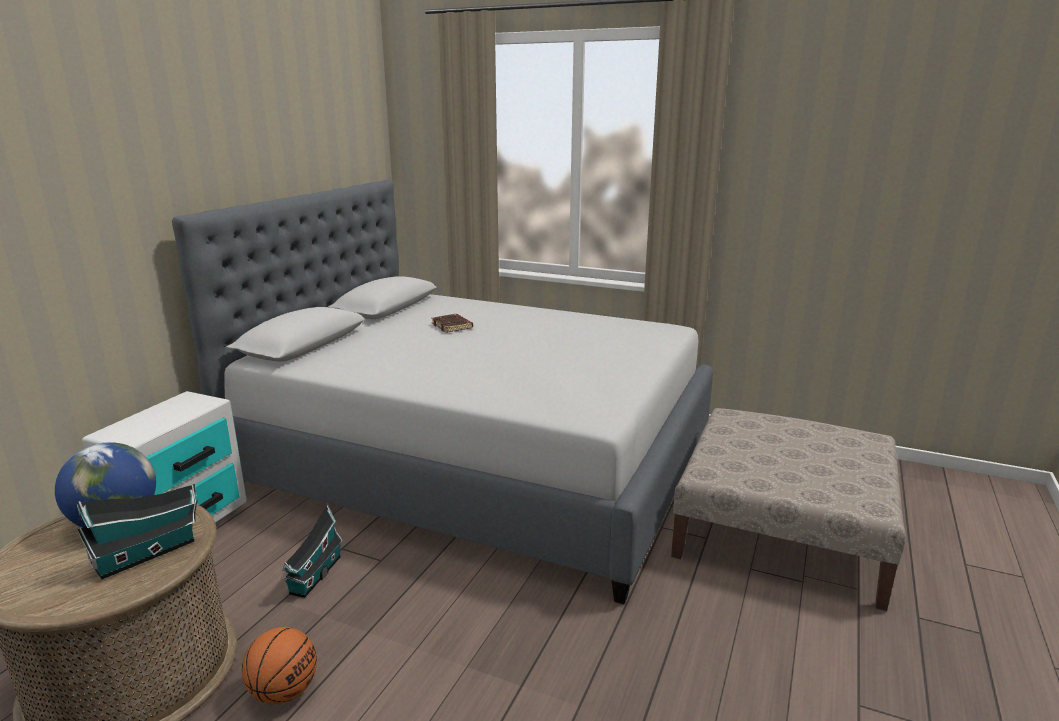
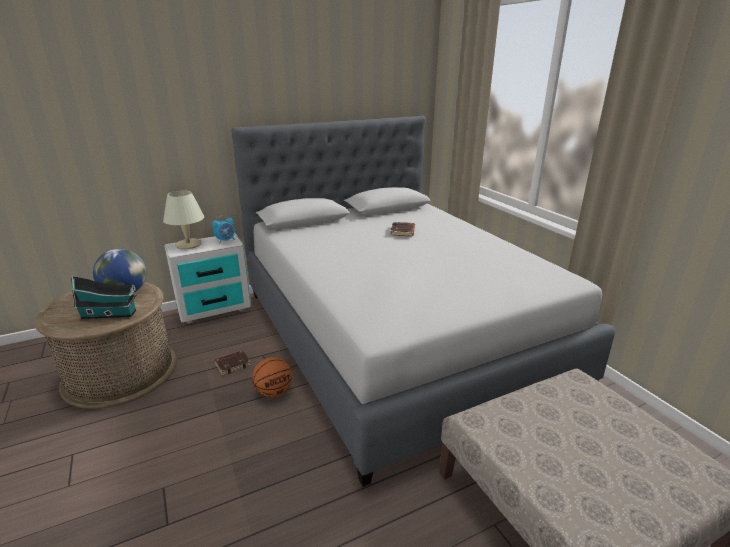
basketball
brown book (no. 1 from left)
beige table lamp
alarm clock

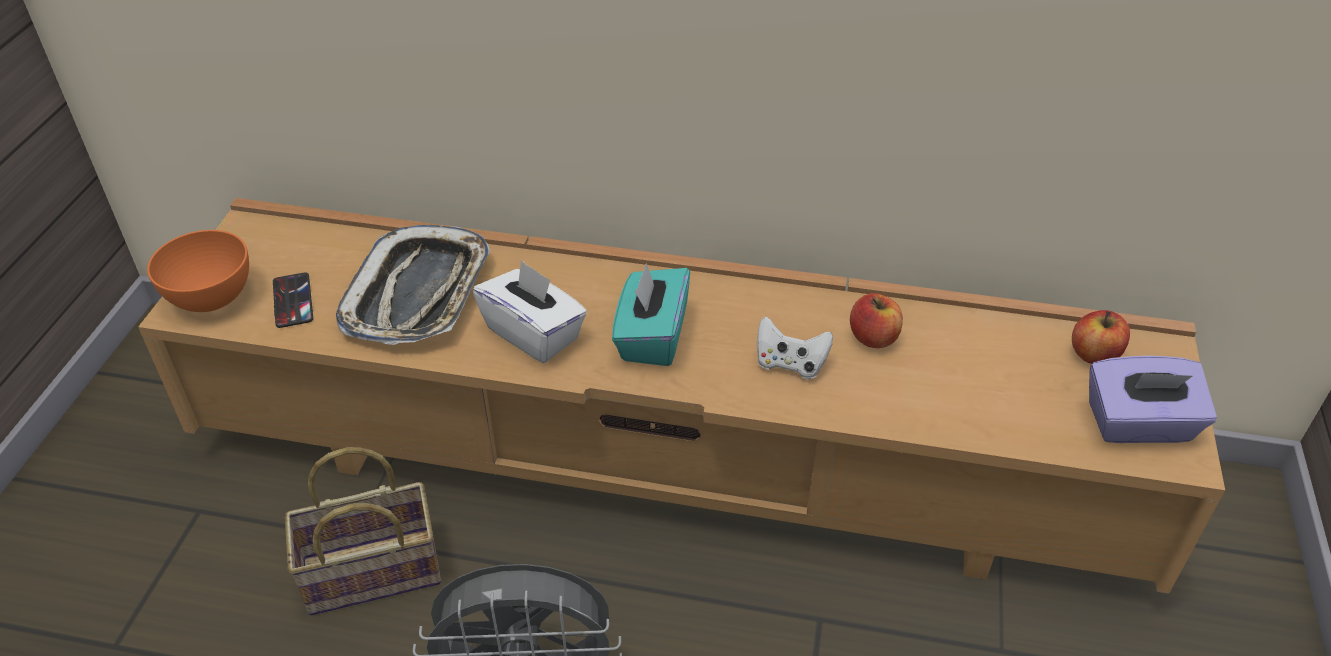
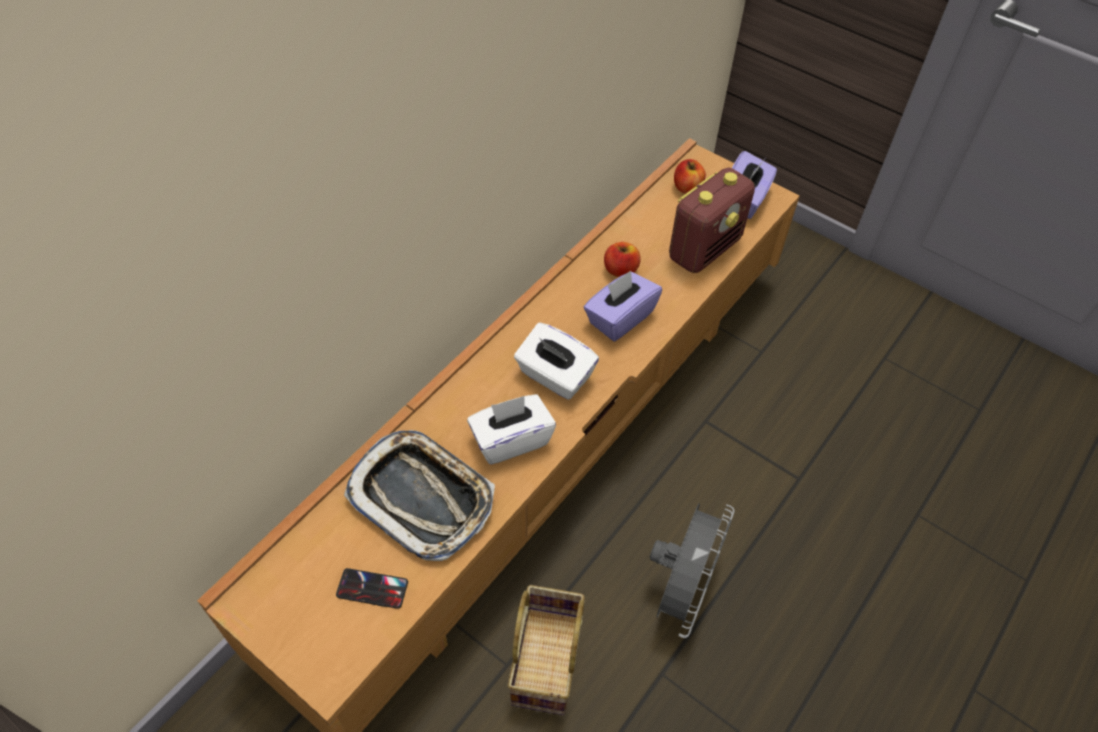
orange bowl
white tissue box (no. 2 from left)
purple tissue box (no. 1 from left)
radio

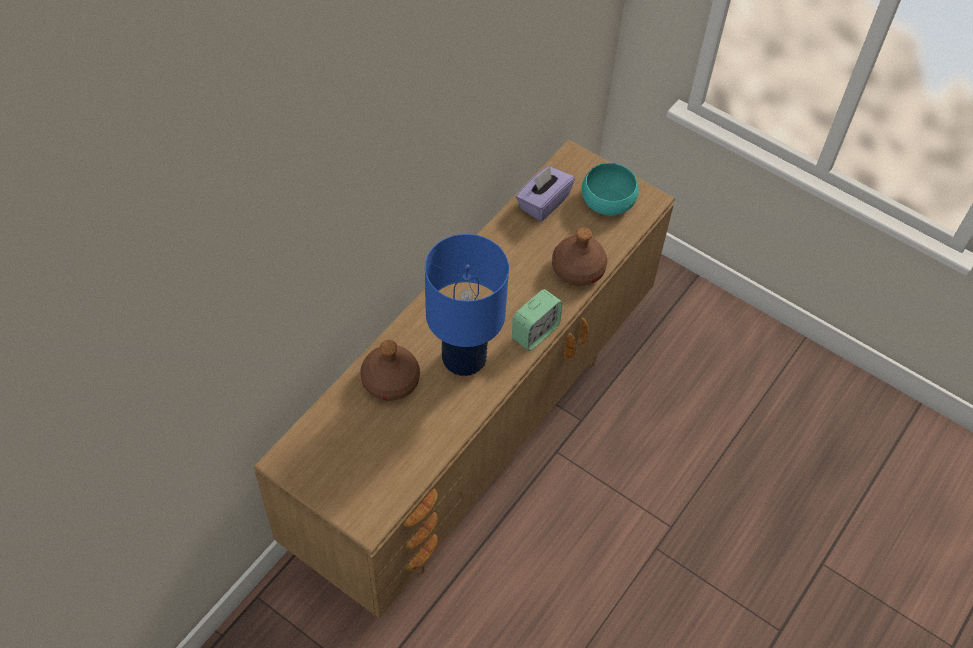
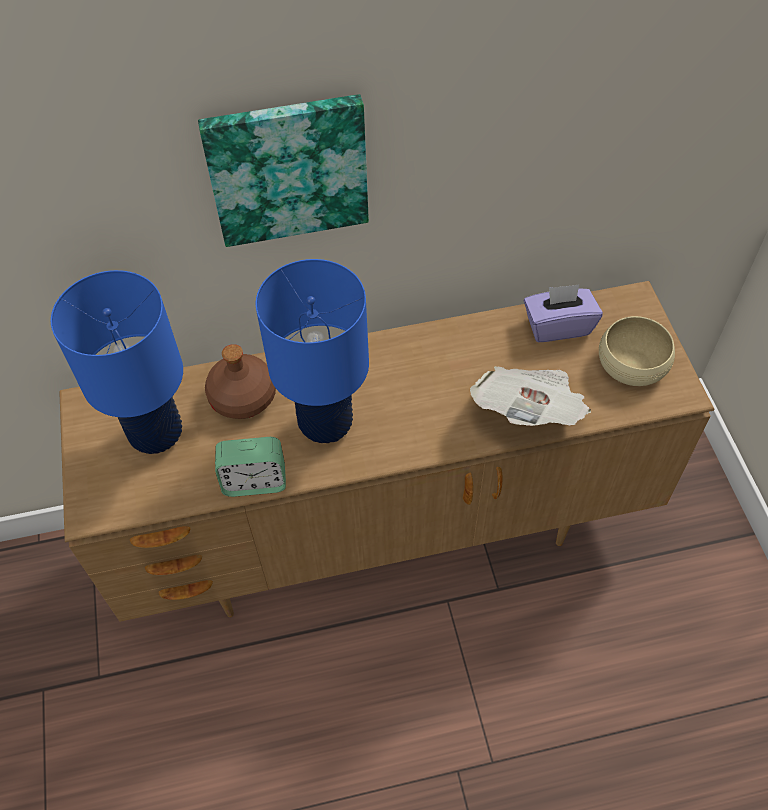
alarm clock
newspaper
beige bowl
blue table lamp (no. 1 from left)
picture

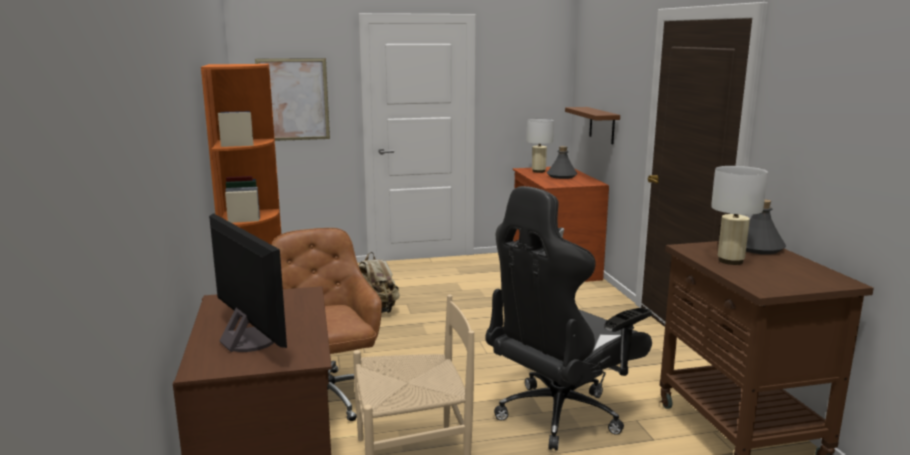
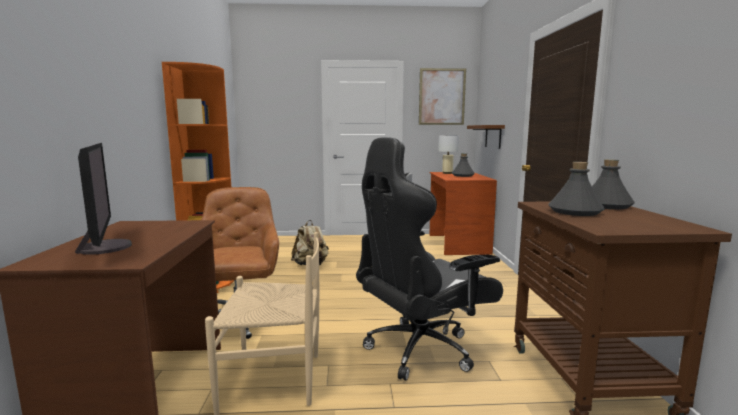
picture
grey bottle (no. 2 from left)

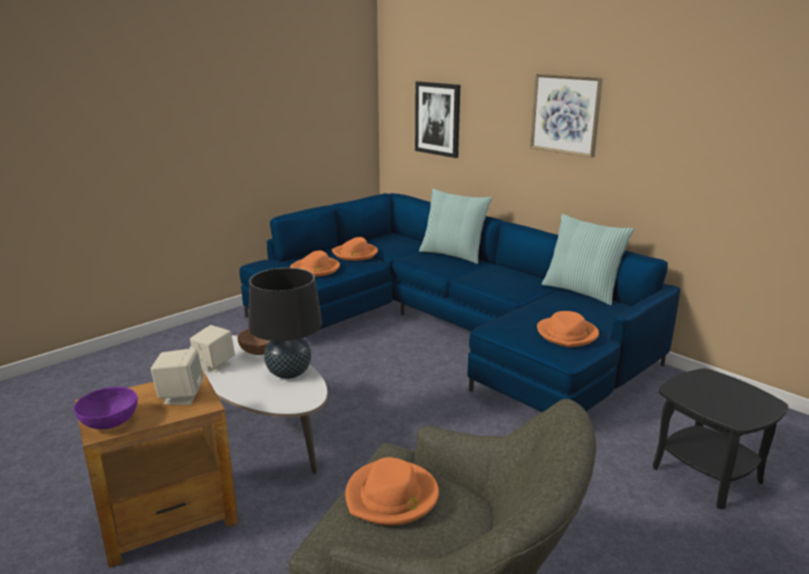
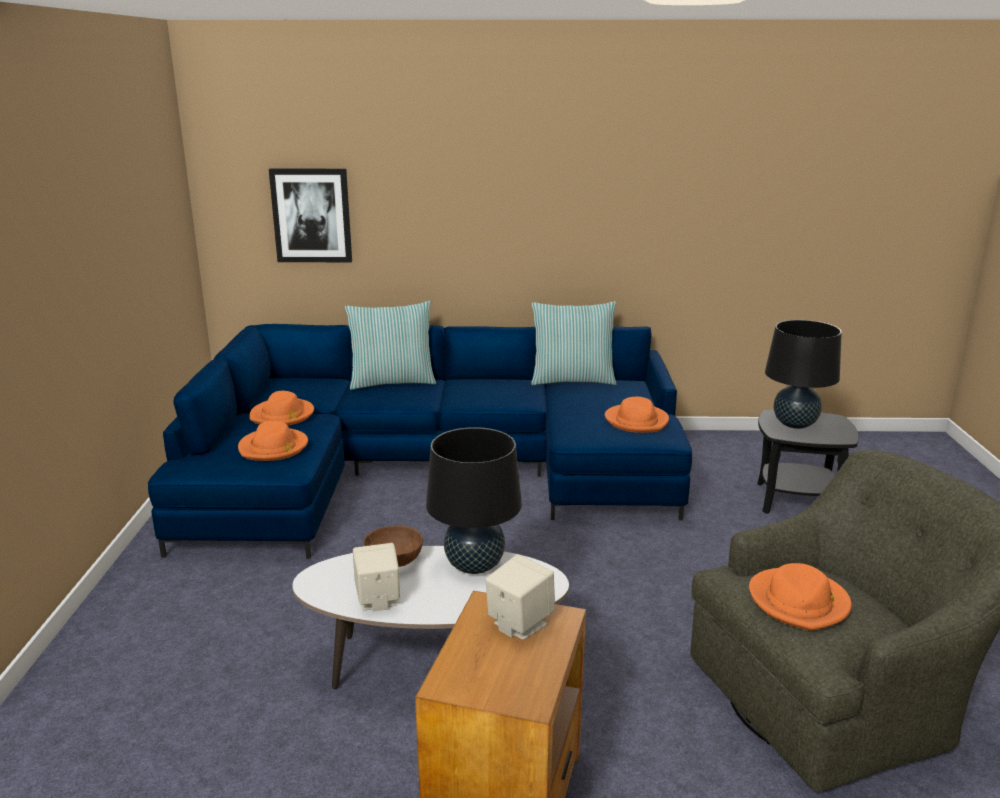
purple bowl
picture (no. 2 from left in the first image)
black table lamp (no. 2 from left)

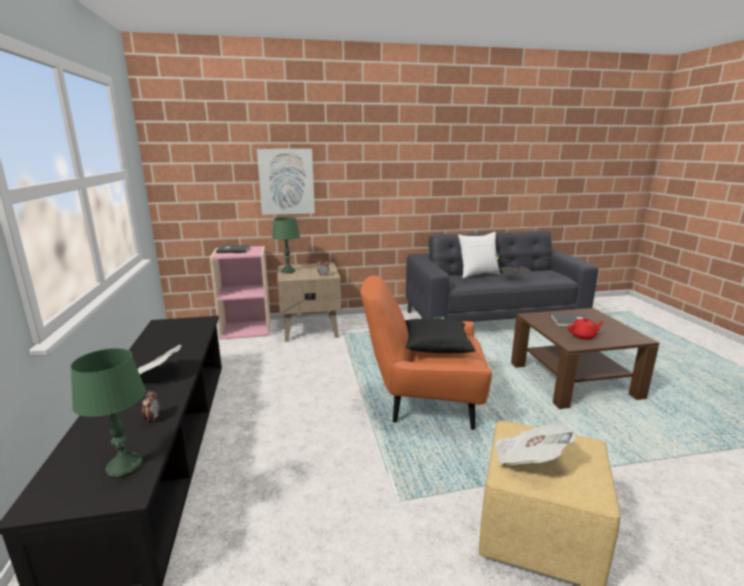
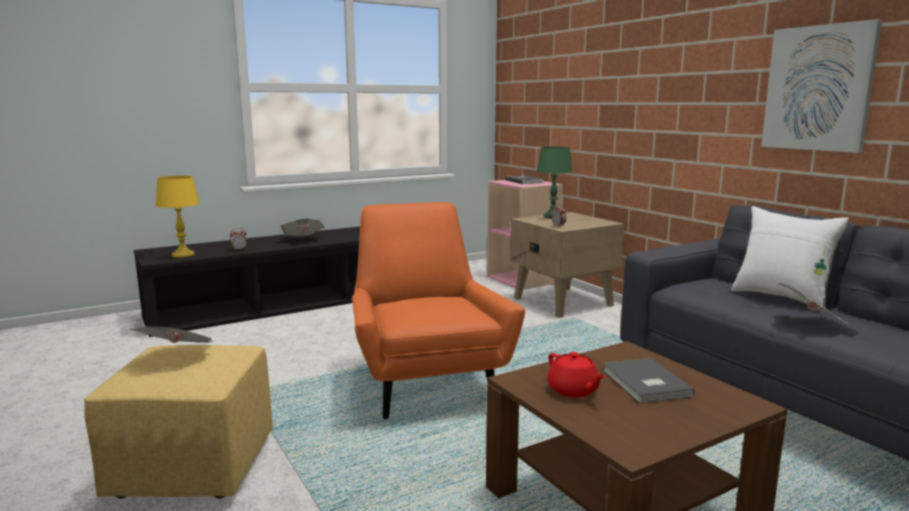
yellow table lamp
picture
black pillow

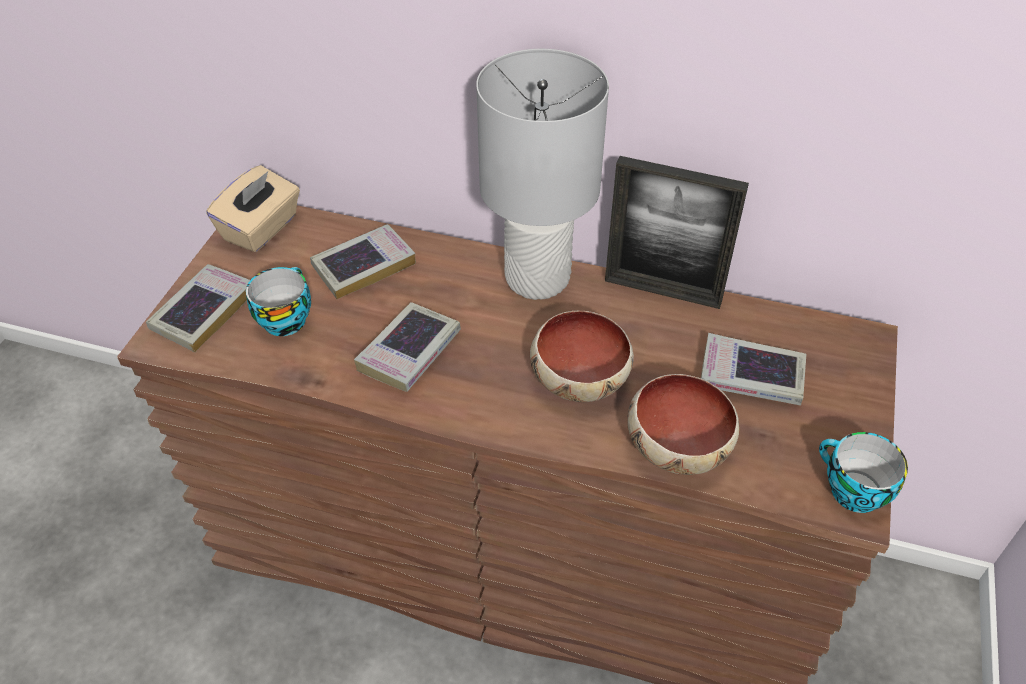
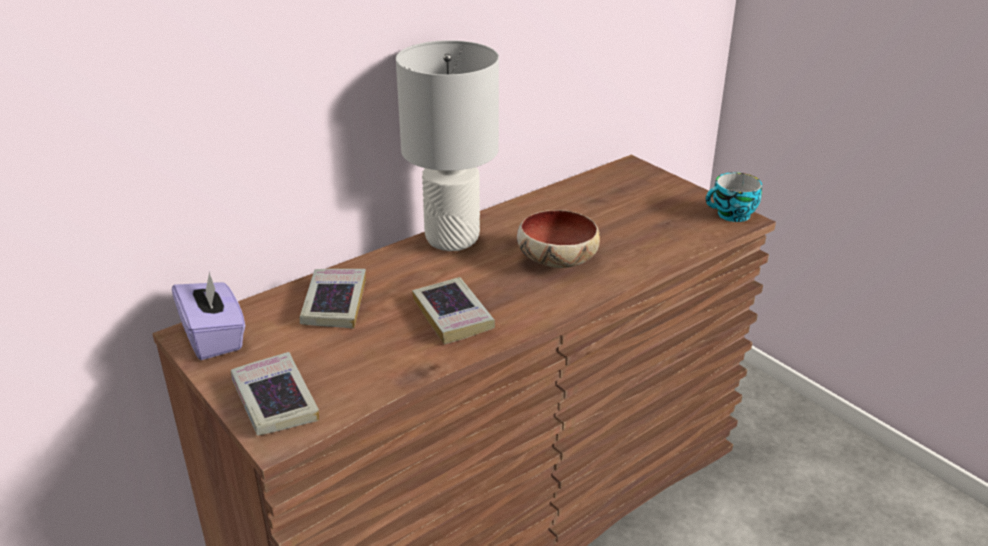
purple tissue box
cup (no. 1 from left in the first image)
picture frame
bowl (no. 2 from left in the first image)
book (no. 4 from left in the first image)

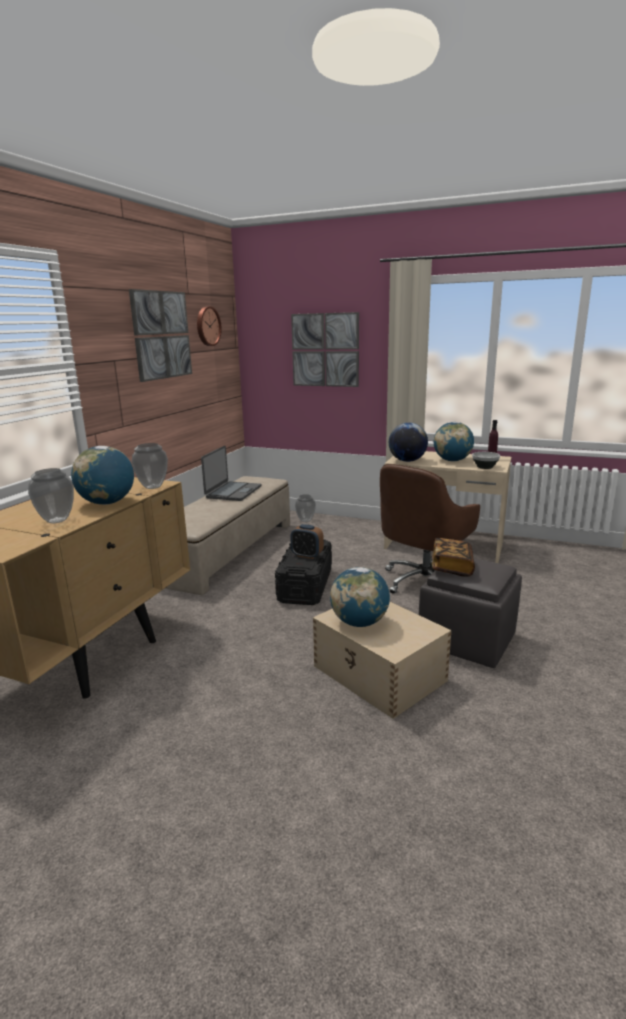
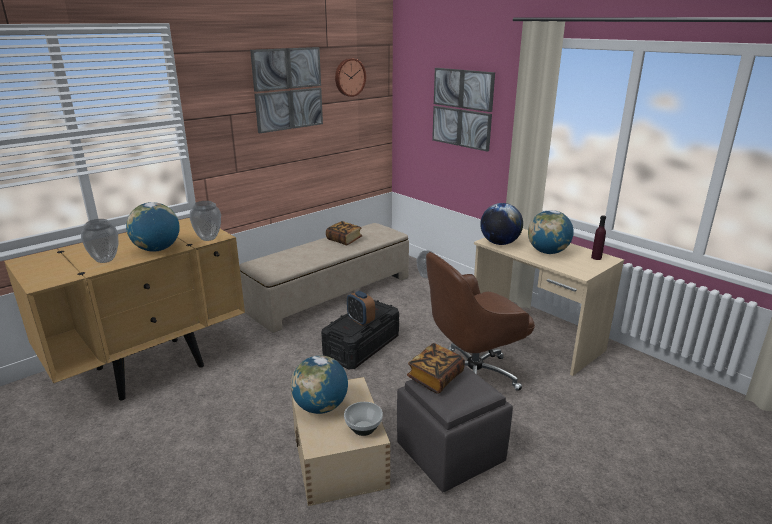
book (no. 1 from left)
bowl

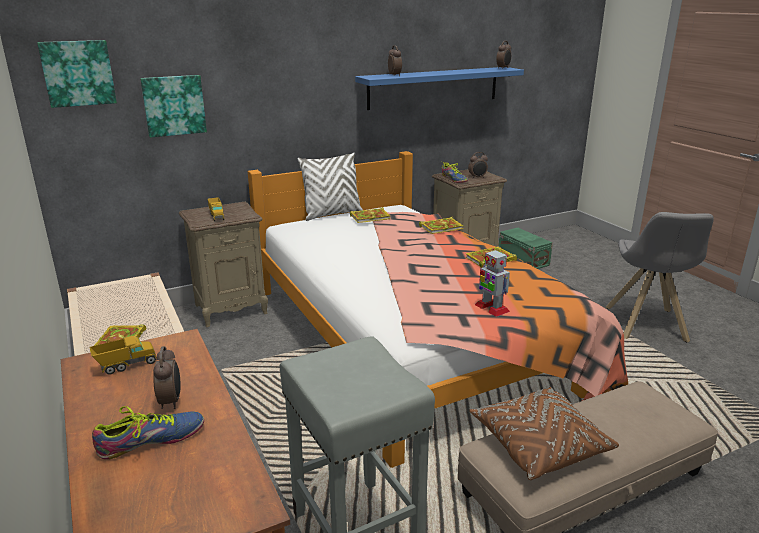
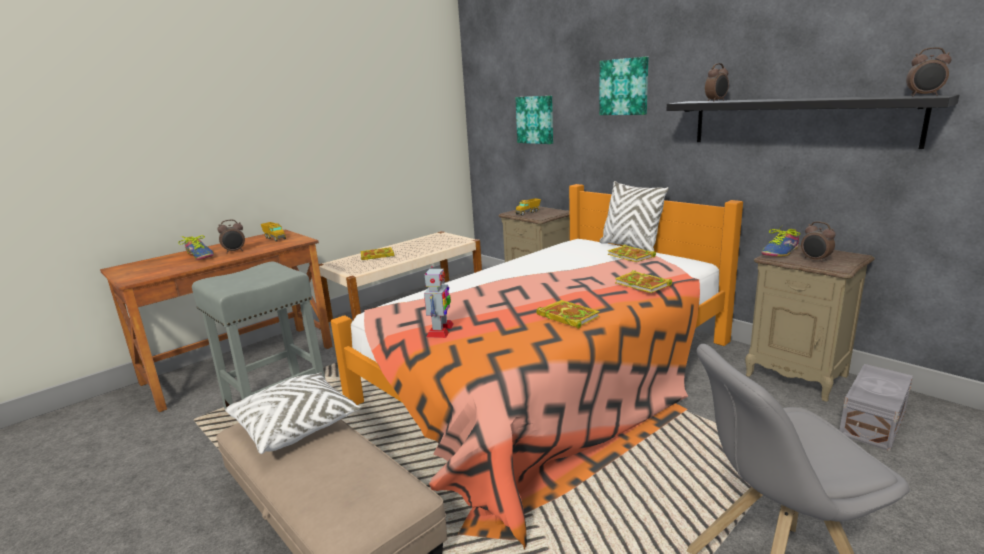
picture (no. 2 from left)
black shelf
white pillow (no. 1 from left)
toy robot
grey storage box

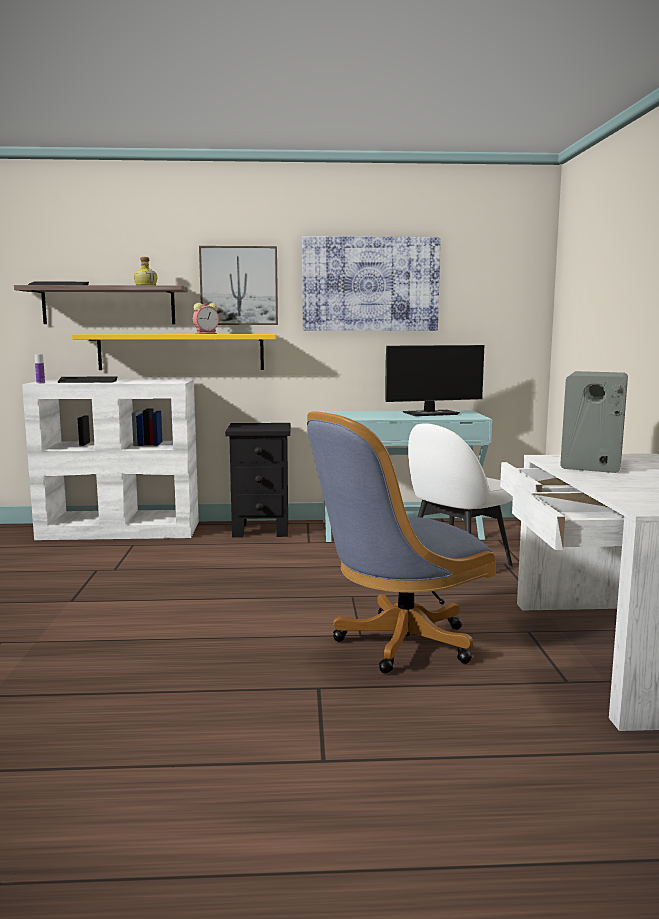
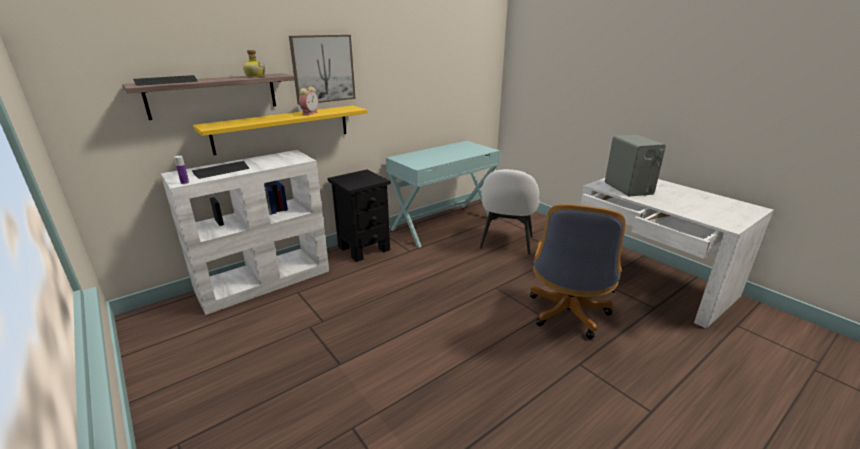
picture (no. 2 from left in the first image)
monitor

